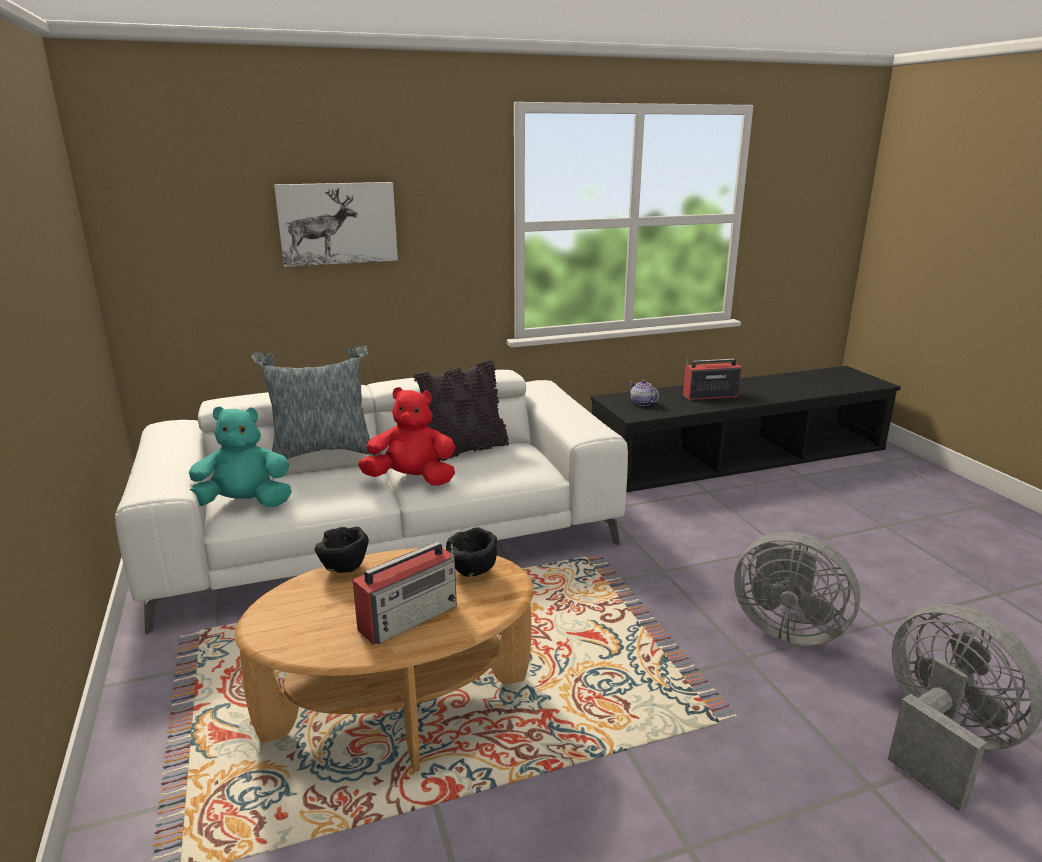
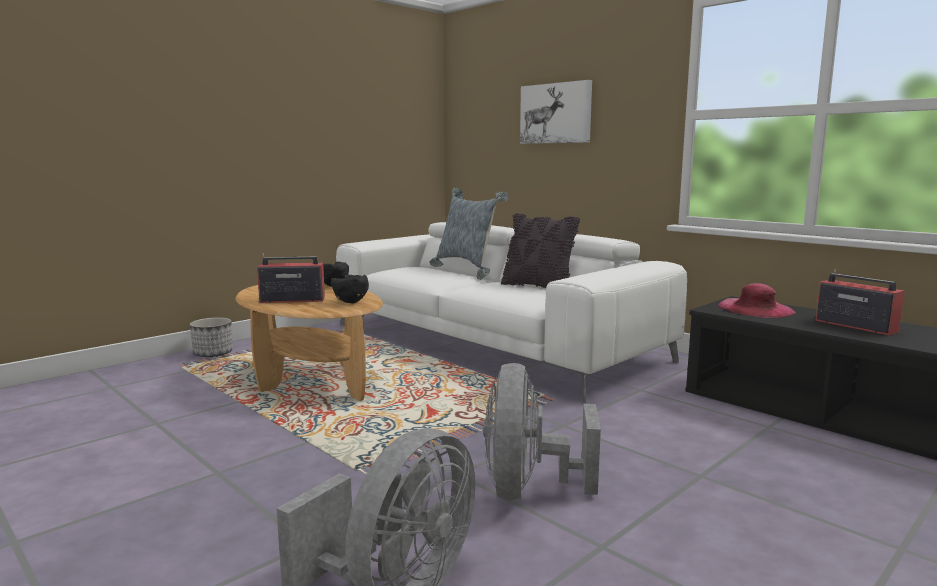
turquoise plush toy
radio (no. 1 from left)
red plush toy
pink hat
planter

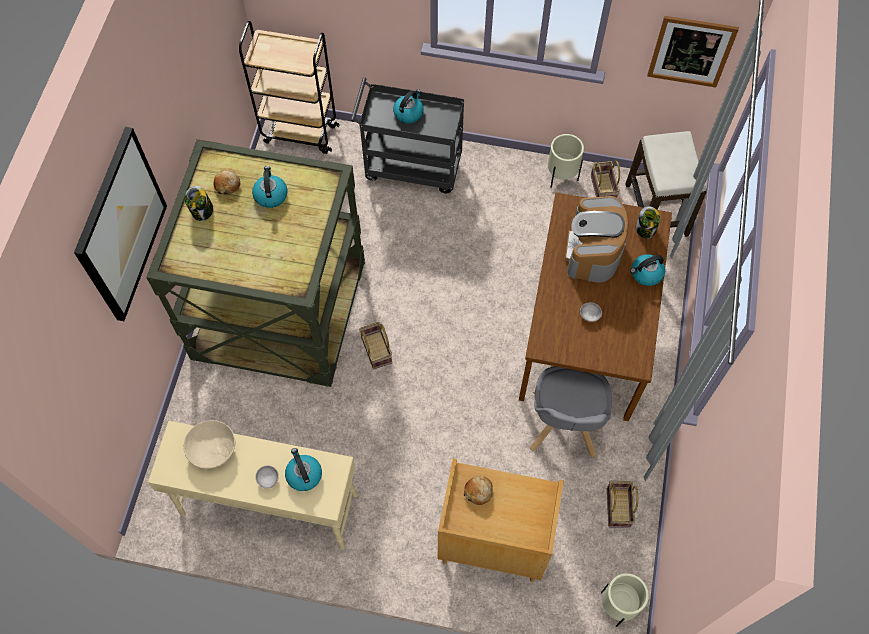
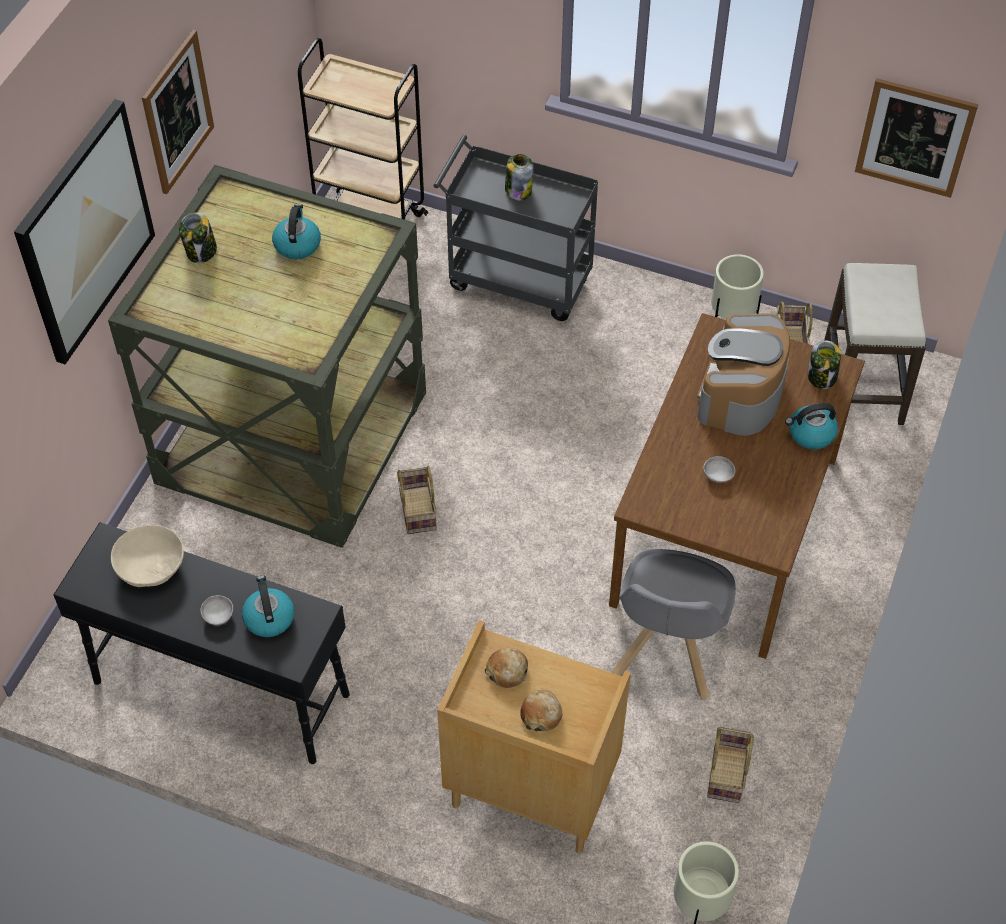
black console table
bread (no. 2 from left)
jar (no. 2 from left)
picture (no. 2 from left)

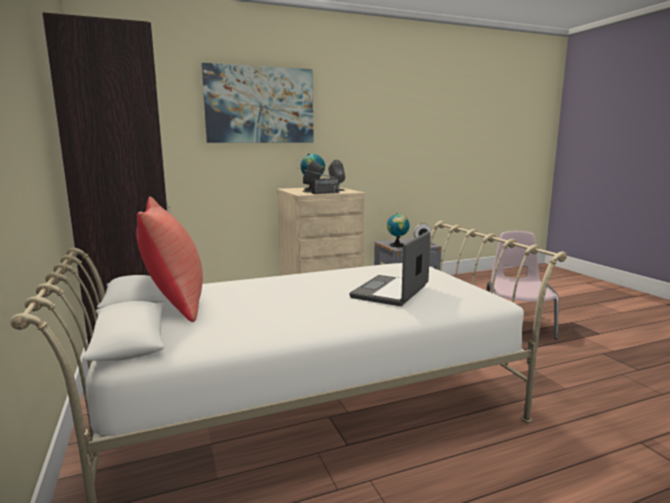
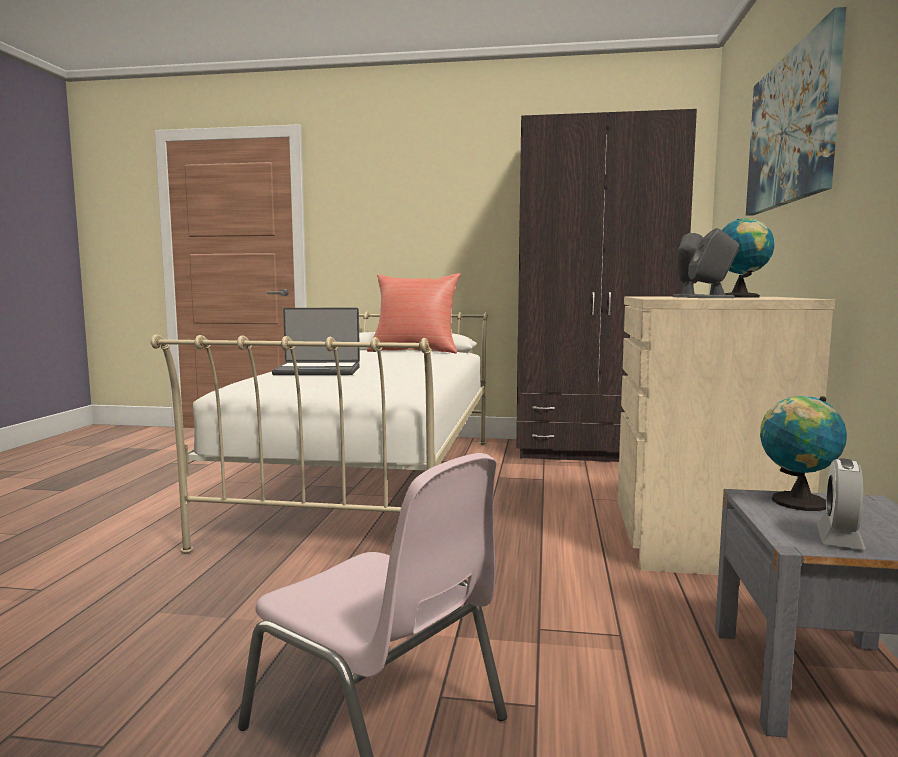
radio
laptop

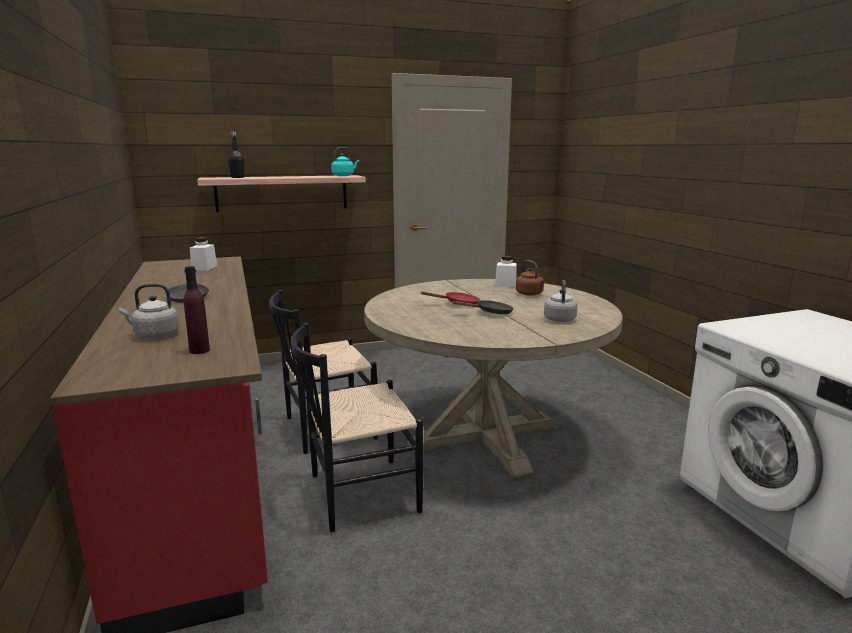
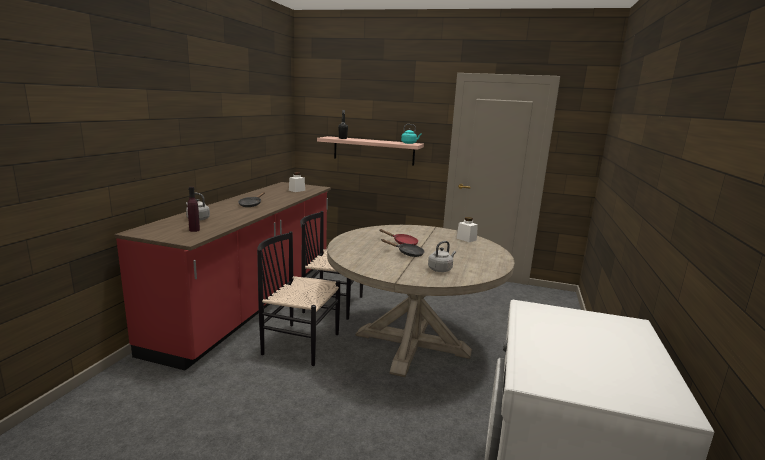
brown kettle

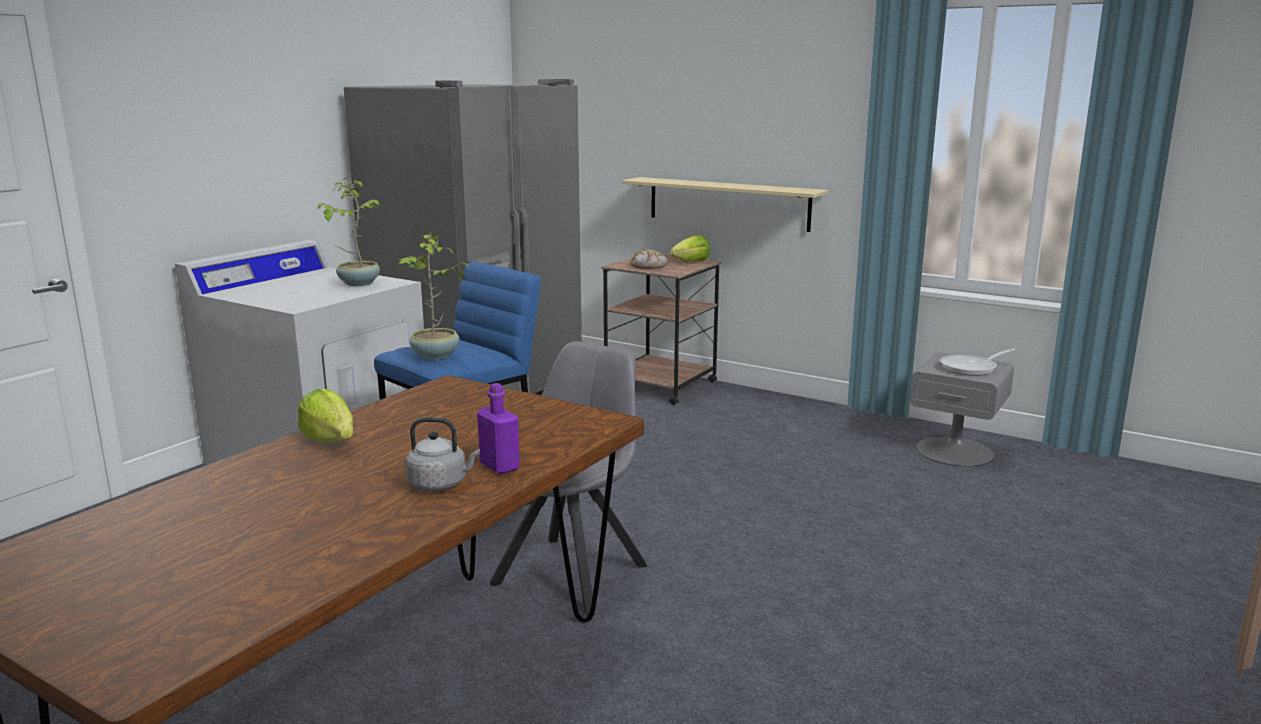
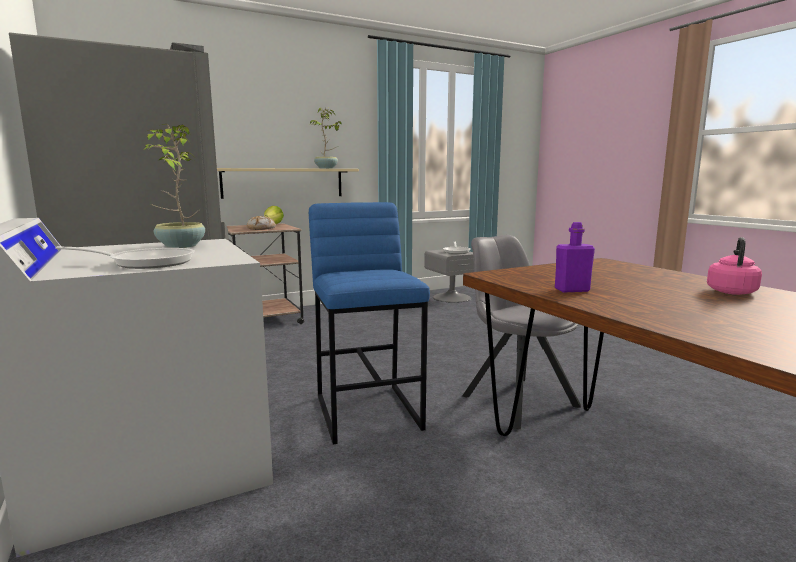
lettuce (no. 1 from left in the first image)
potted plant (no. 2 from left)
pink kettle
purple bottle
frying pan (no. 1 from left)

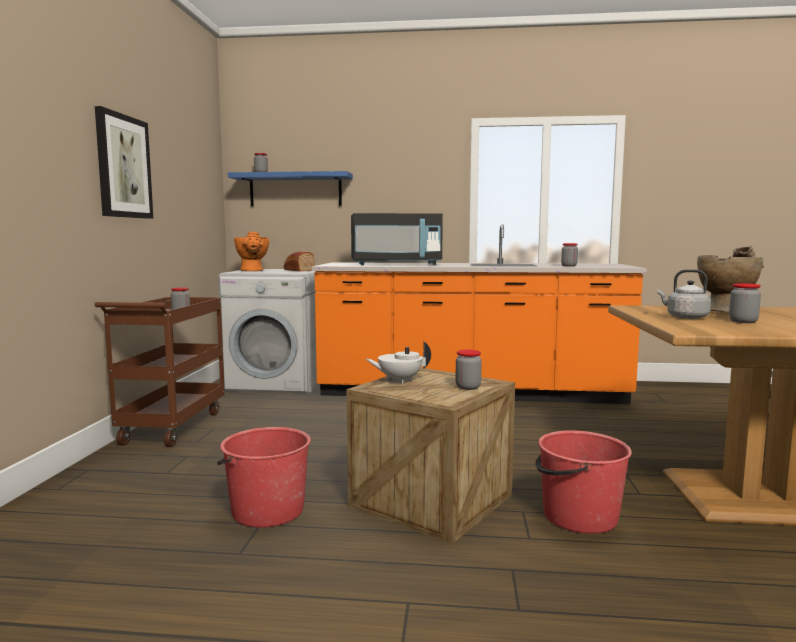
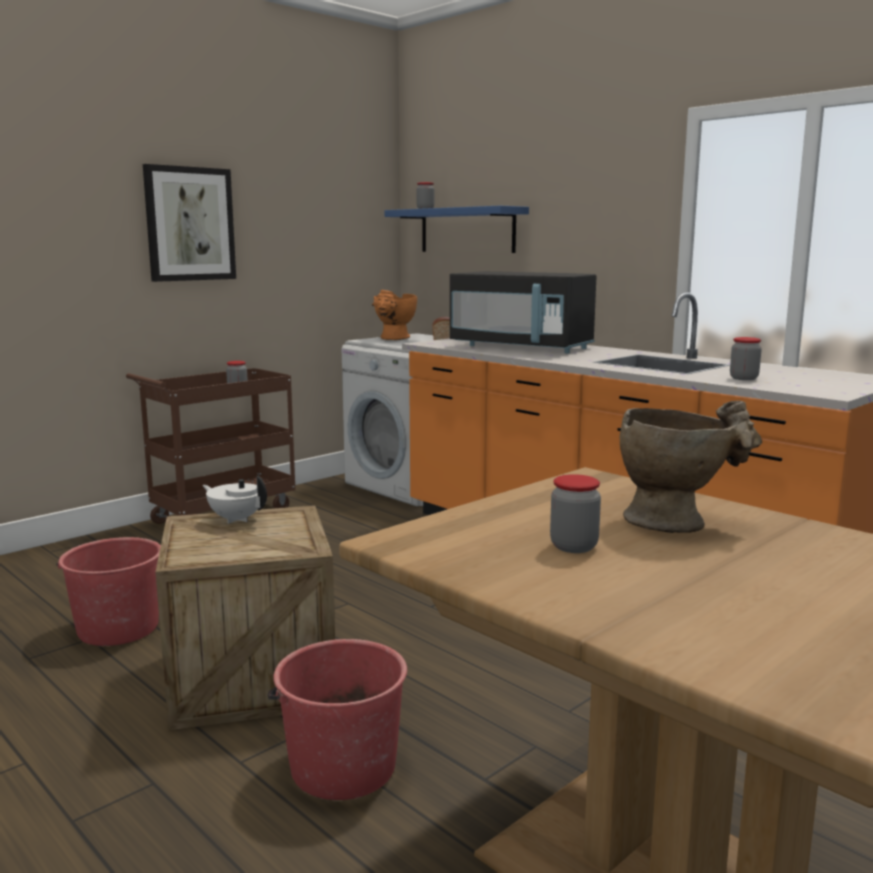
jar (no. 3 from left in the first image)
grey kettle

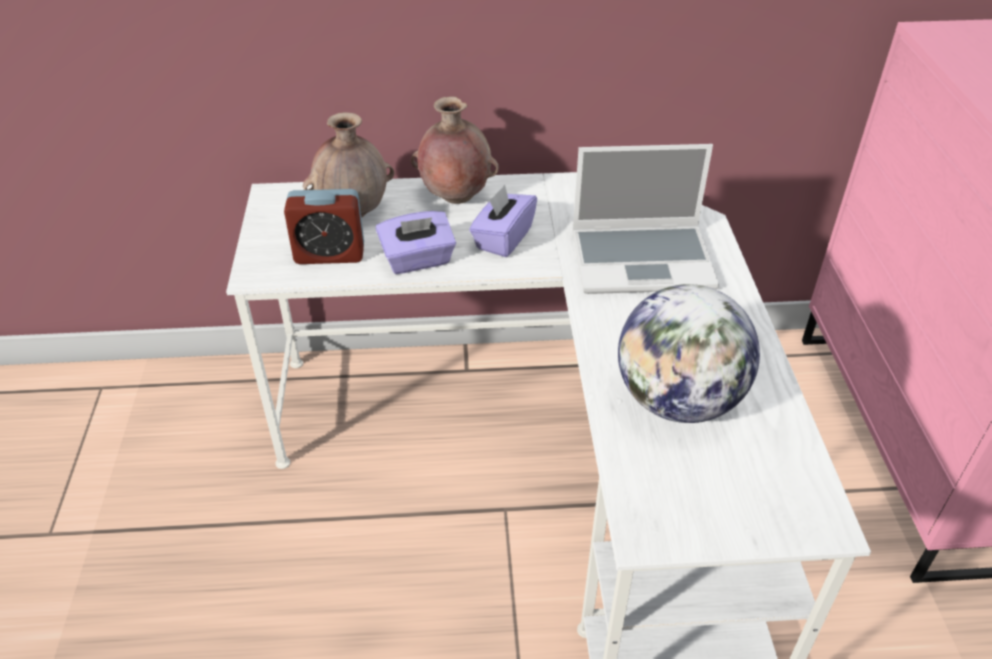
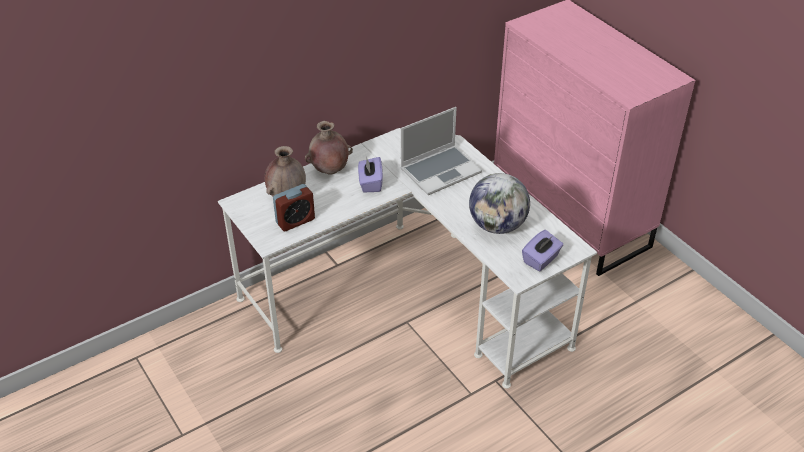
purple tissue box (no. 2 from left)

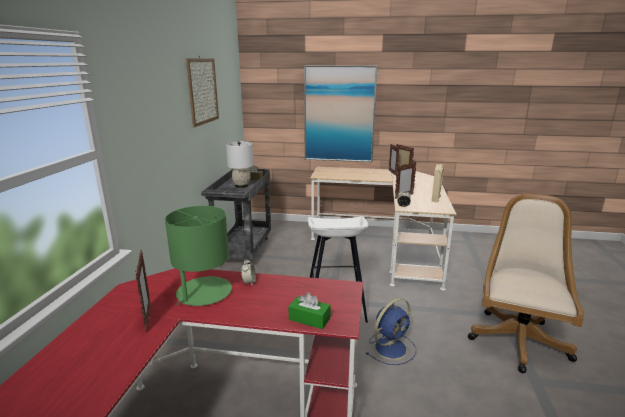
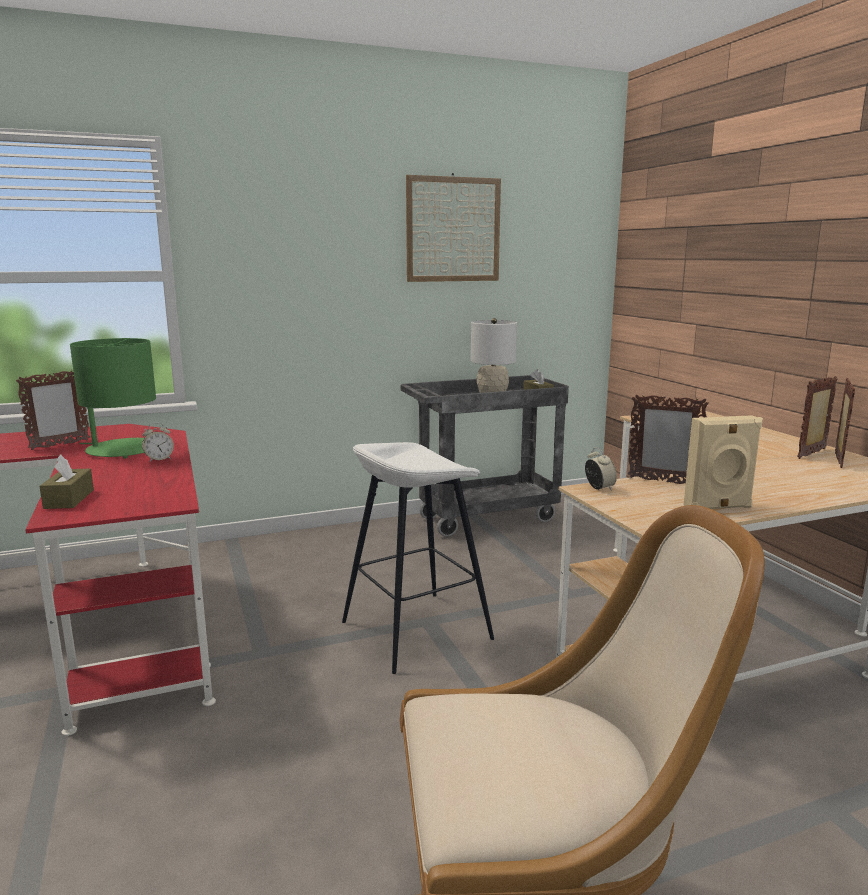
brown tissue box (no. 1 from left)
picture (no. 2 from left in the first image)
blue fan

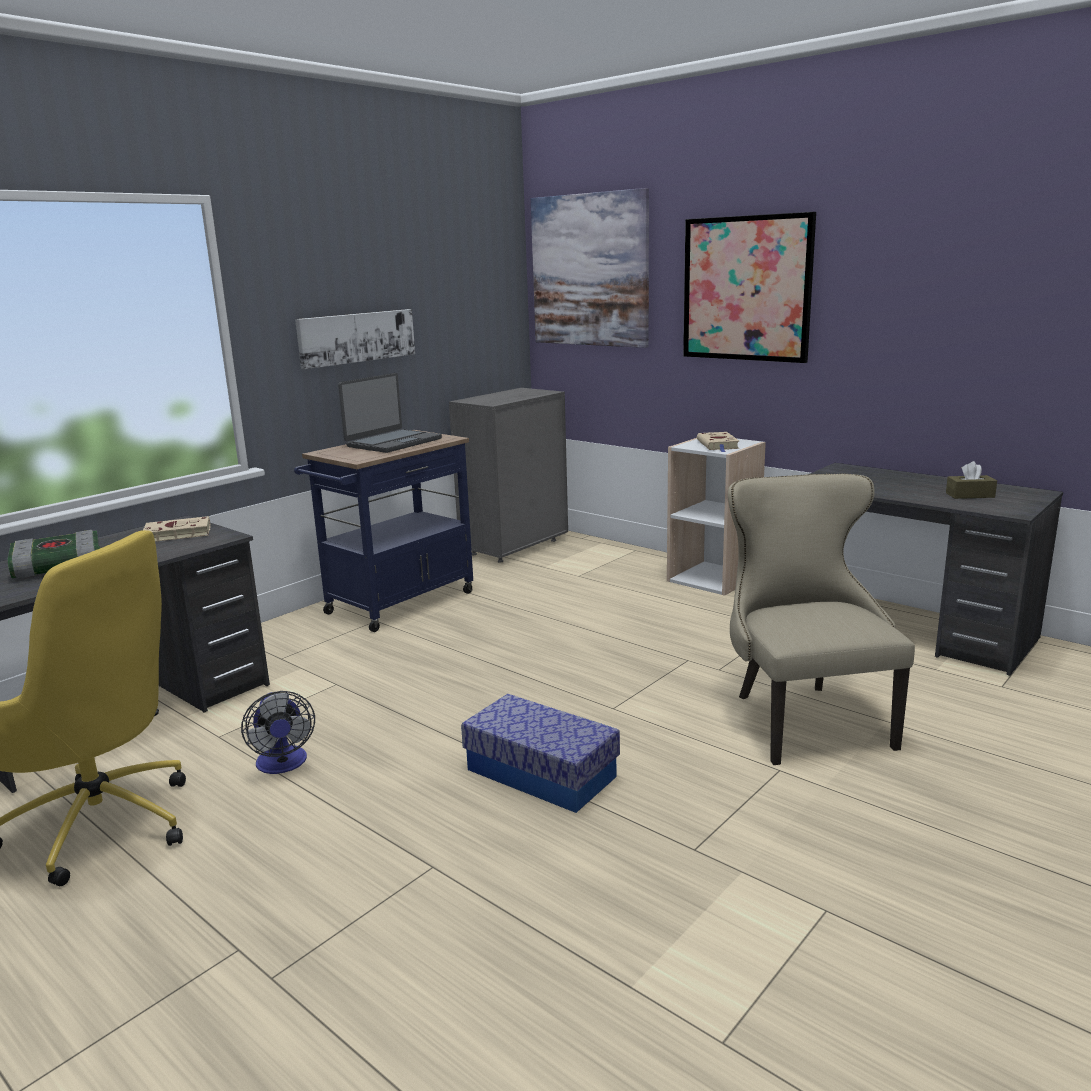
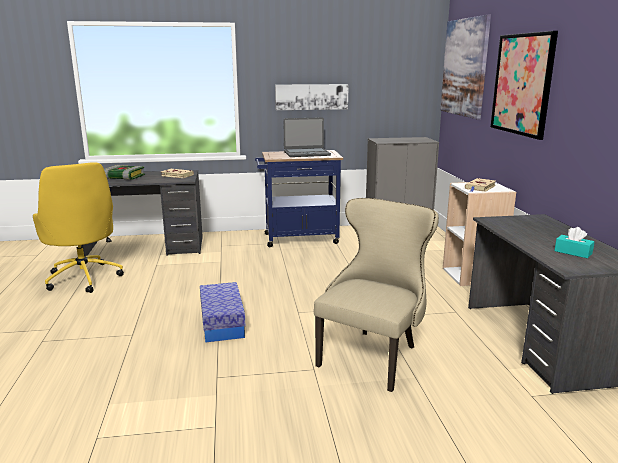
fan
turquoise tissue box

